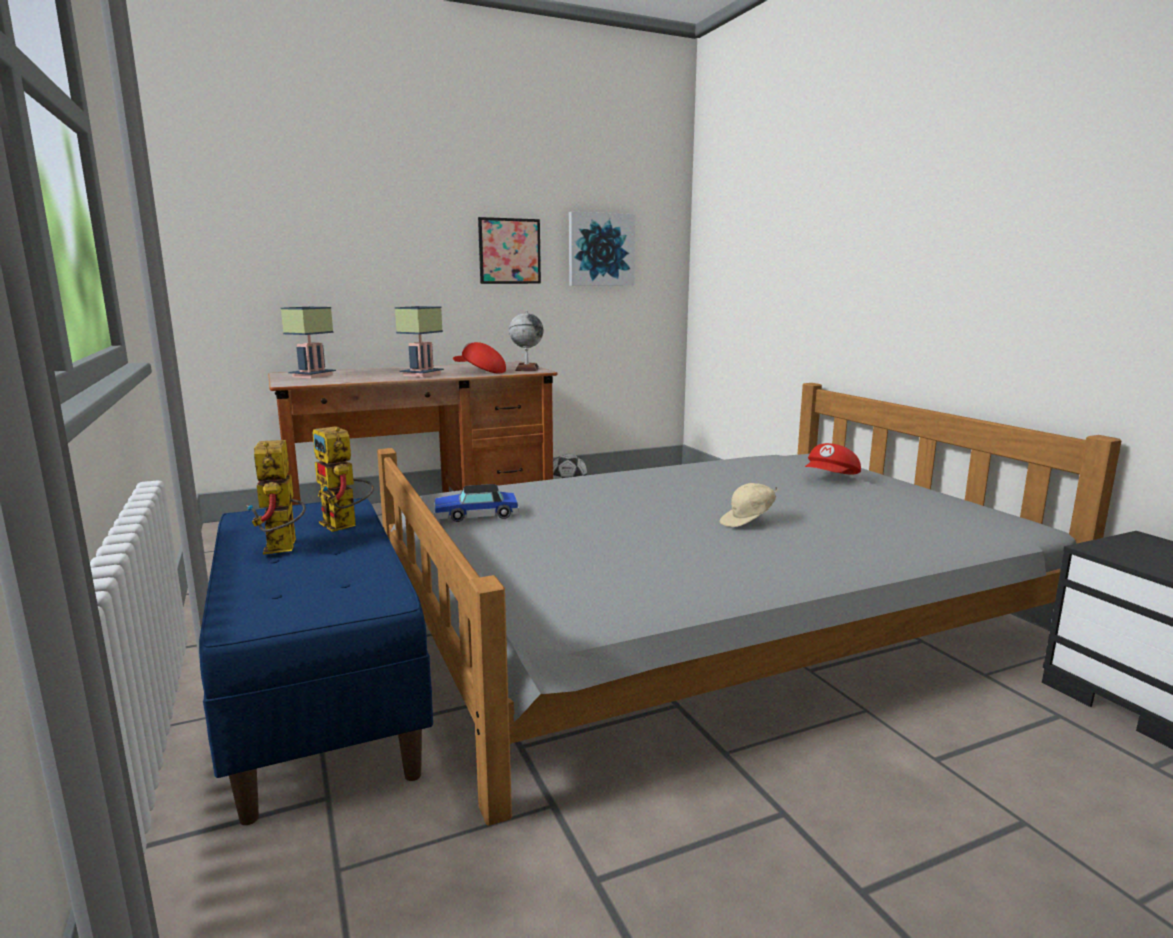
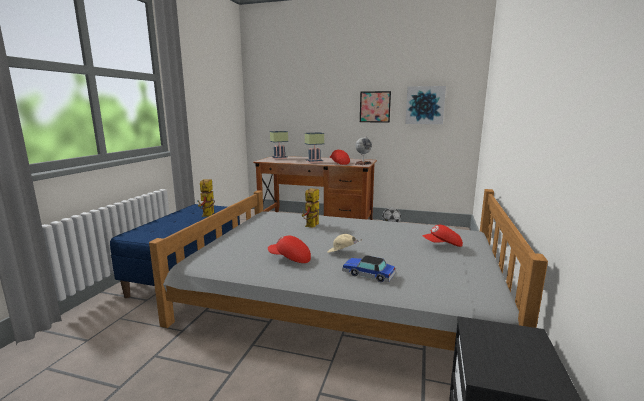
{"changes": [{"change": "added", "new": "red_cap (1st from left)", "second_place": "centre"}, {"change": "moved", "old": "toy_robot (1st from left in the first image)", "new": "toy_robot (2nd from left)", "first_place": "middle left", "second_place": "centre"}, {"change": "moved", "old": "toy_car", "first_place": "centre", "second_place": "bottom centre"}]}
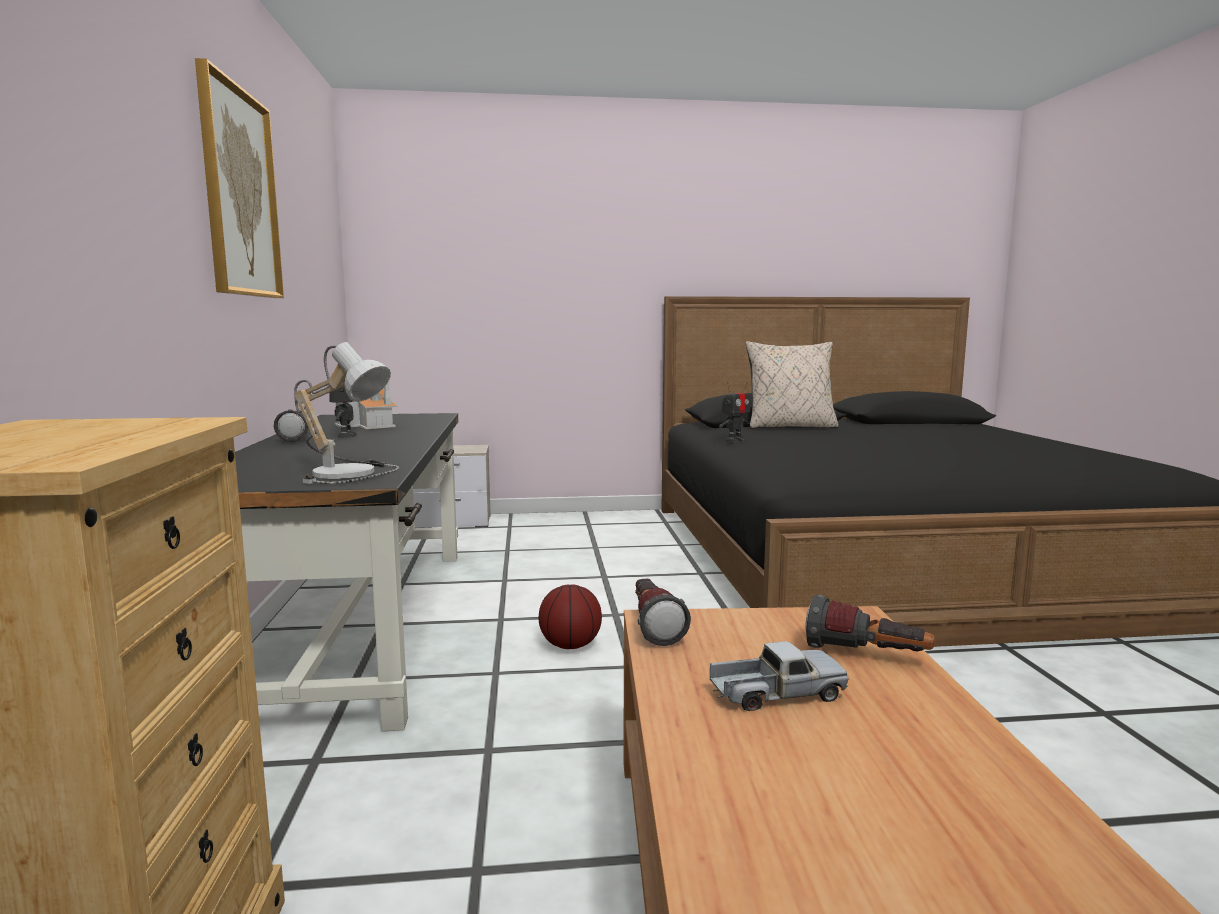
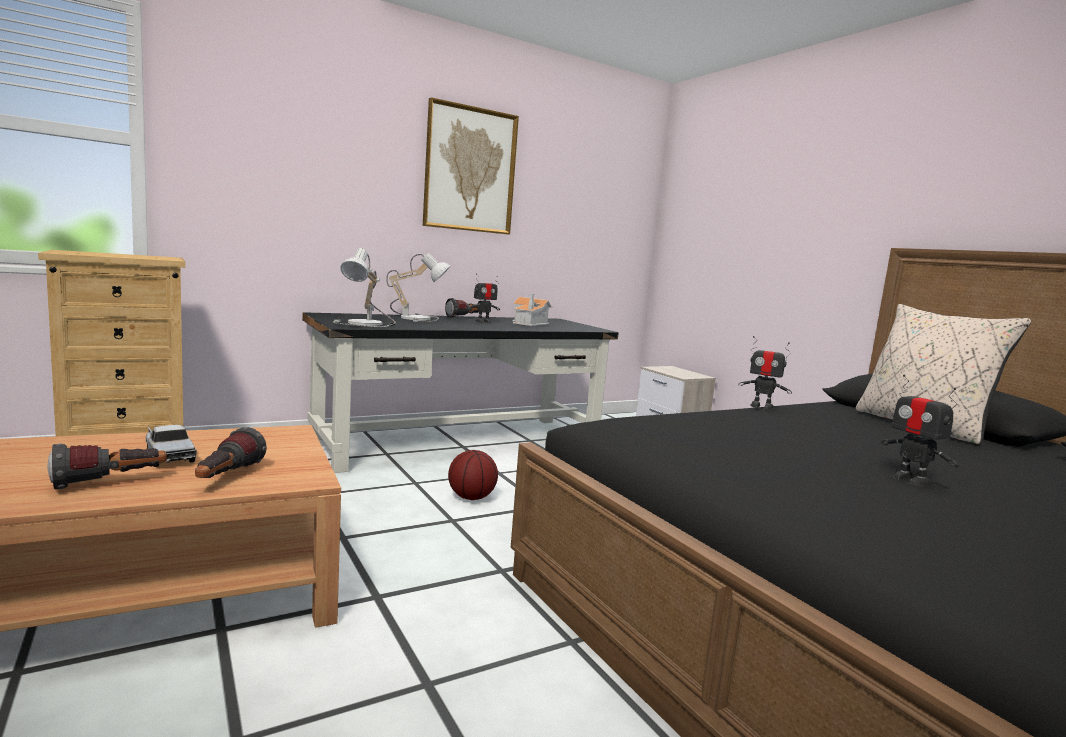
{"changes": [{"change": "added", "new": "table_lamp (2nd from left)", "second_place": "centre"}, {"change": "added", "new": "toy_robot (3rd from left)", "second_place": "middle right"}, {"change": "moved", "old": "flashlight (2nd from left in the first image)", "new": "flashlight (1st from left)", "first_place": "bottom centre", "second_place": "middle left"}]}
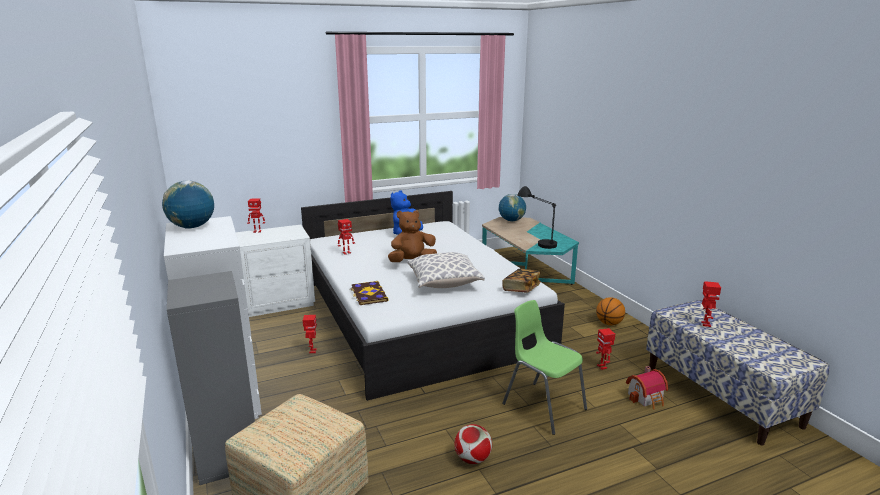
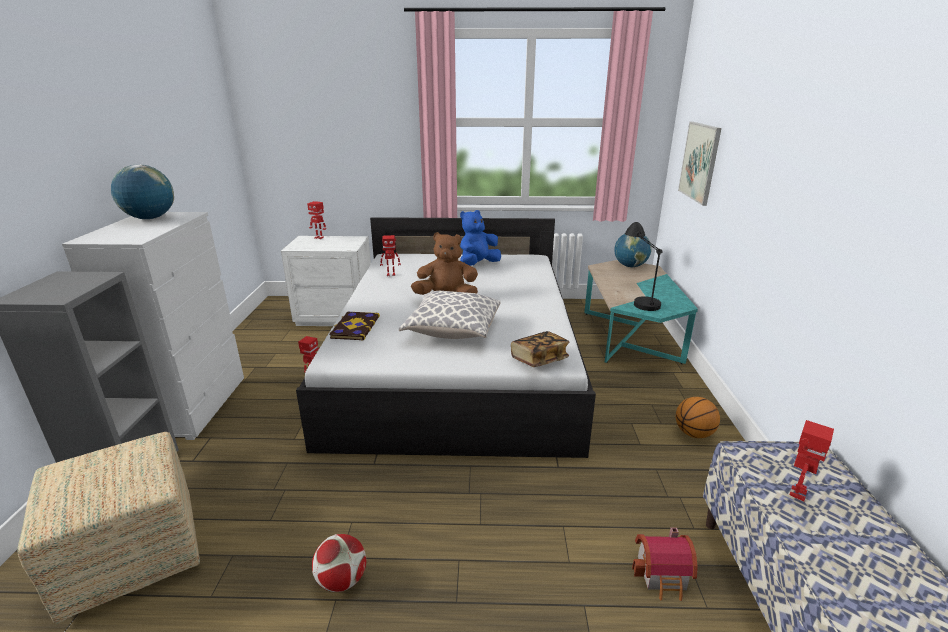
{"changes": [{"change": "removed", "old": "green_chair", "first_place": "bottom centre"}, {"change": "removed", "old": "toy_robot (4th from left)", "first_place": "bottom right"}, {"change": "added", "new": "picture", "second_place": "top right"}]}
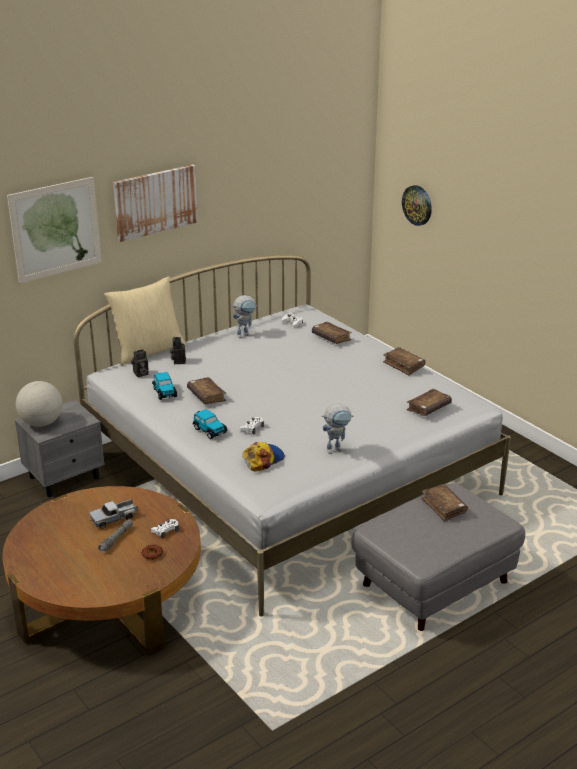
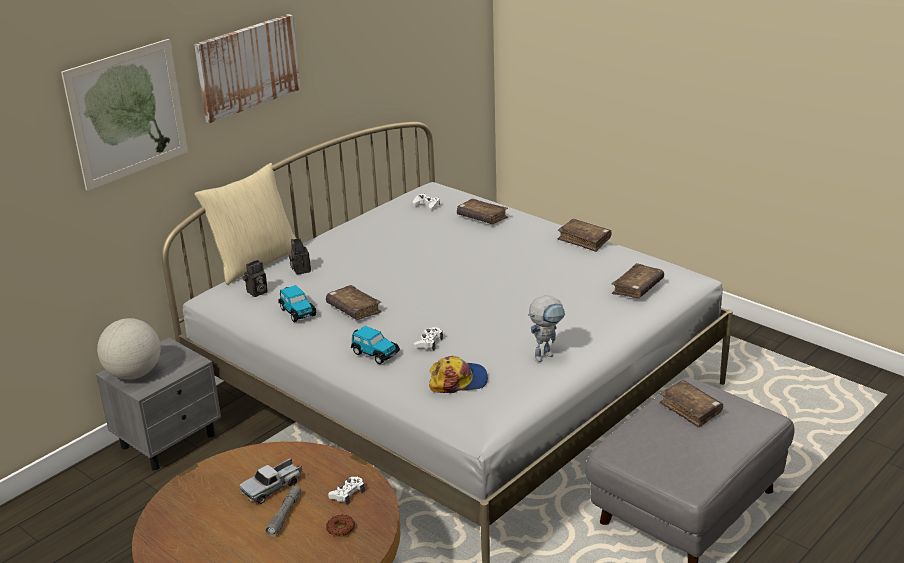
{"changes": [{"change": "removed", "old": "toy_robot (1st from left)", "first_place": "centre"}, {"change": "removed", "old": "wall_clock", "first_place": "top right"}, {"change": "turned", "old": "cap", "first_place": "centre", "second_place": "centre", "degrees": 45}]}
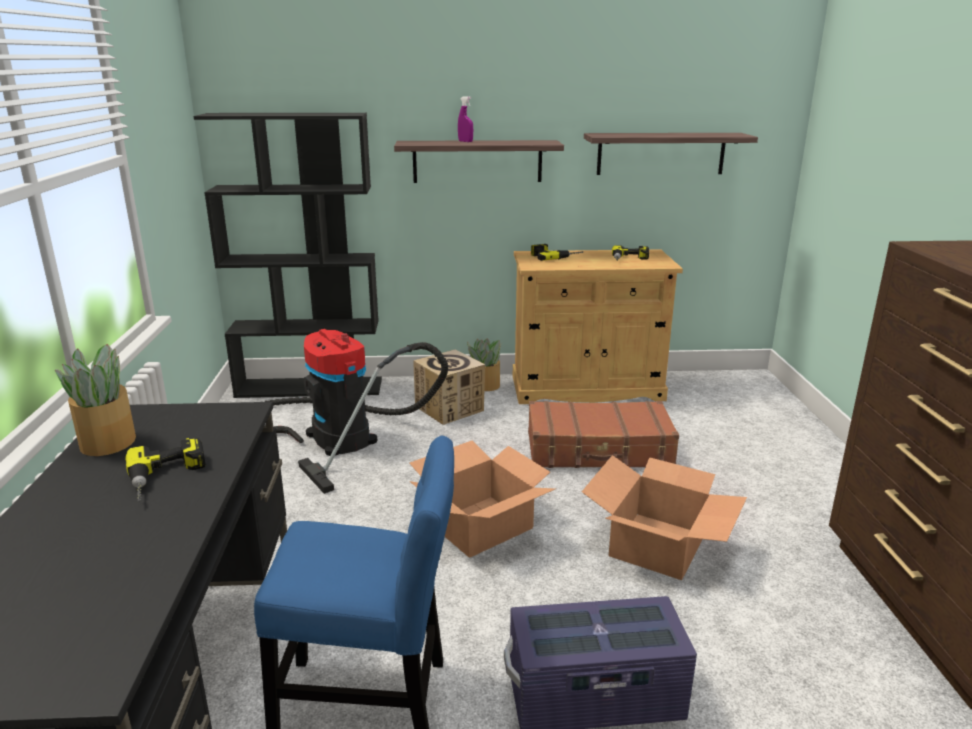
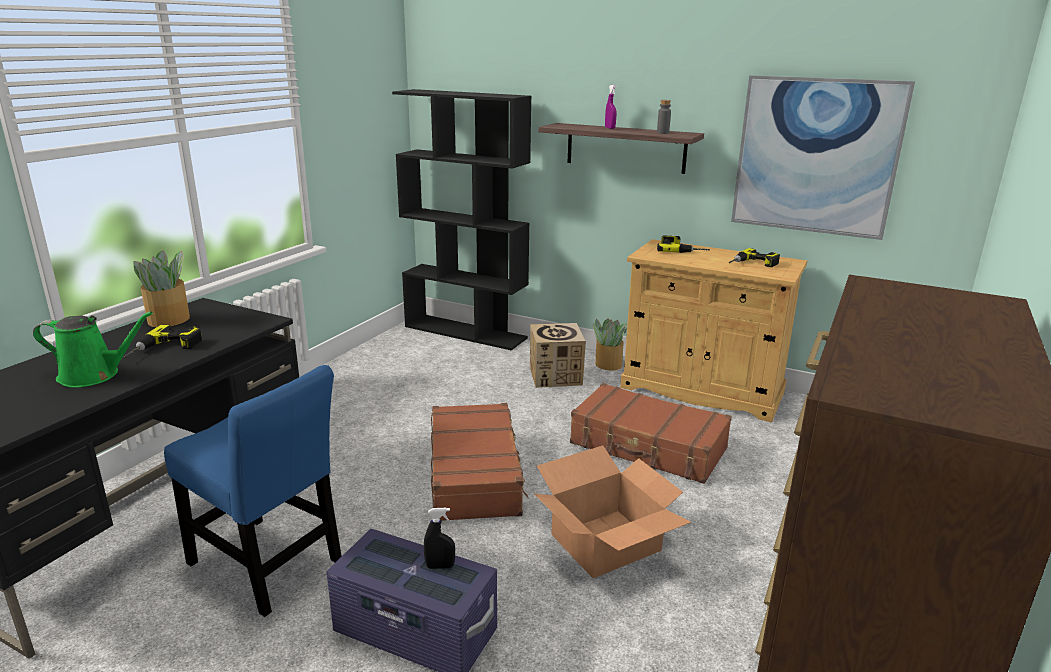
{"changes": [{"change": "removed", "old": "vacuum_cleaner", "first_place": "centre"}, {"change": "added", "new": "green_watering_can", "second_place": "middle left"}, {"change": "added", "new": "black_spray_bottle", "second_place": "bottom centre"}, {"change": "added", "new": "grey_bottle", "second_place": "top centre"}, {"change": "replaced", "old": "cardboard_box (2nd from left)", "new": "brown_suitcase (1st from left)", "first_place": "bottom centre", "second_place": "bottom centre"}, {"change": "replaced", "old": "shelf (2nd from left)", "new": "picture", "first_place": "top right", "second_place": "top right"}]}
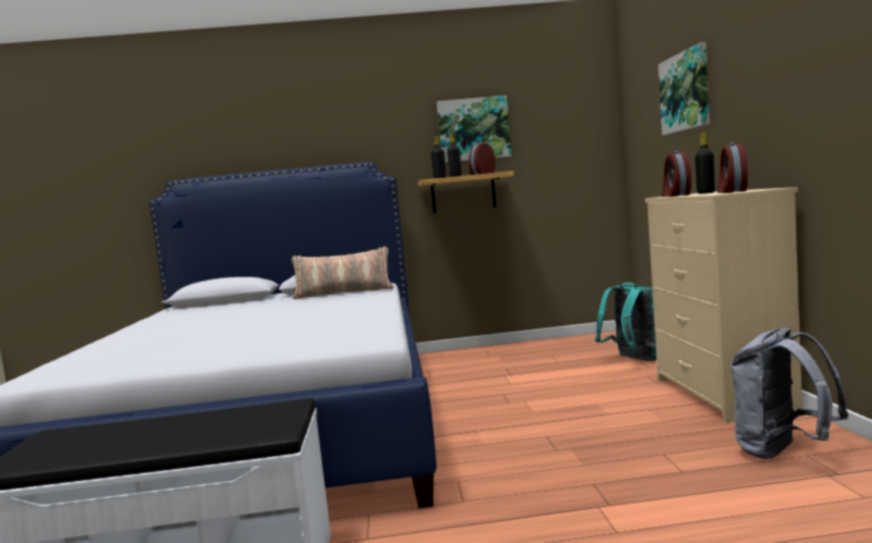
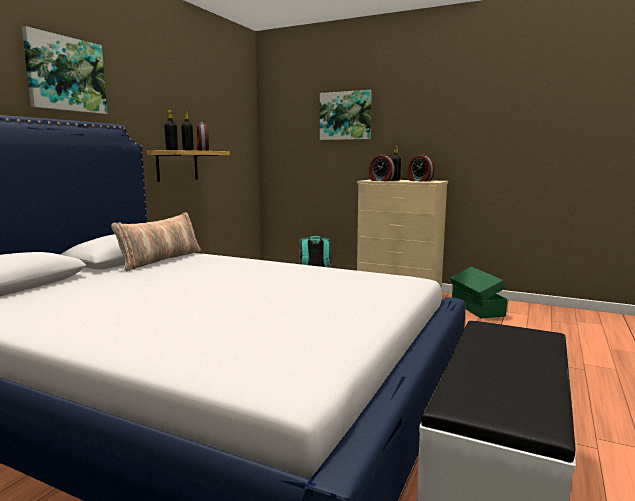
{"changes": [{"change": "moved", "old": "picture (1st from left)", "first_place": "top centre", "second_place": "top left"}, {"change": "replaced", "old": "grey_backpack", "new": "green_storage_box", "first_place": "bottom right", "second_place": "middle right"}]}
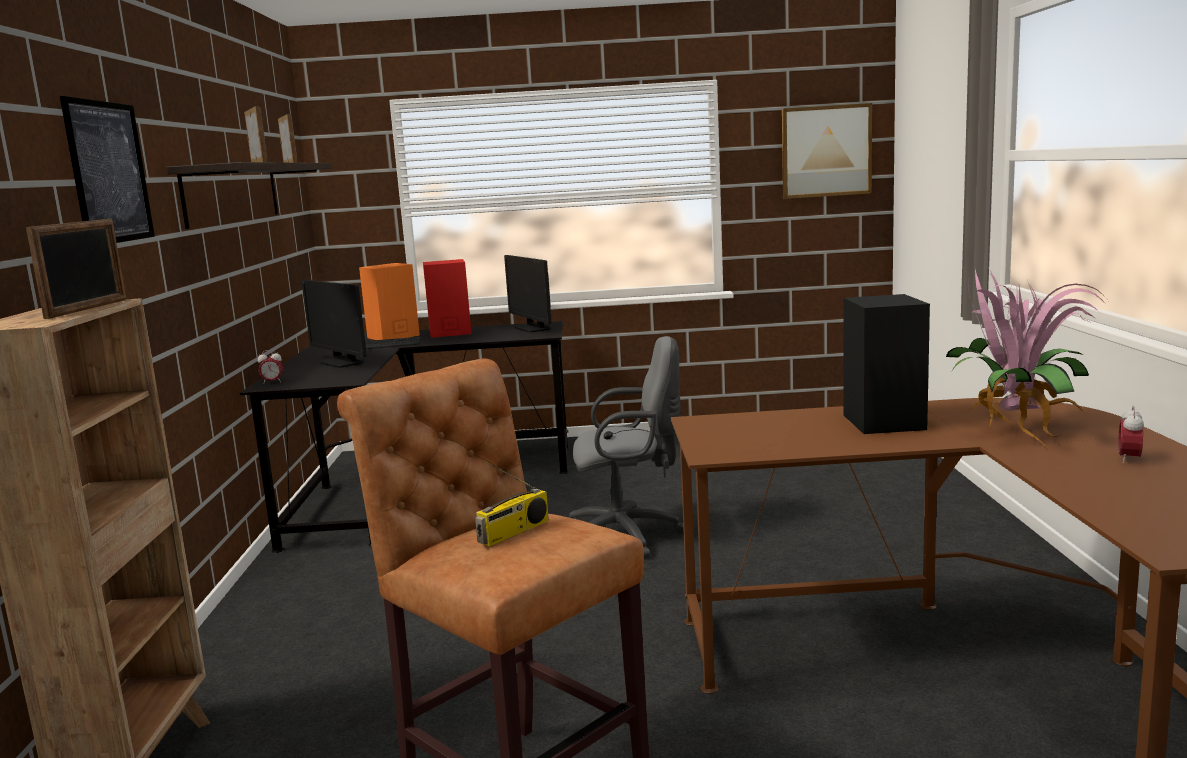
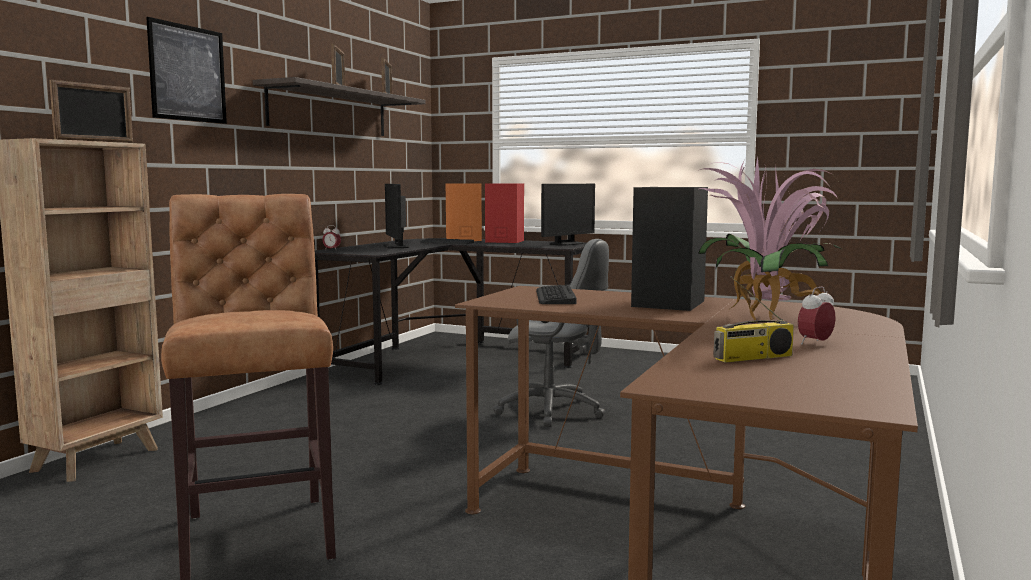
{"changes": [{"change": "removed", "old": "picture (2nd from left)", "first_place": "top right"}, {"change": "added", "new": "keyboard (2nd from left)", "second_place": "centre"}, {"change": "moved", "old": "radio", "first_place": "centre", "second_place": "middle right"}, {"change": "turned", "old": "monitor (2nd from left)", "first_place": "centre", "second_place": "centre", "degrees": -135}]}
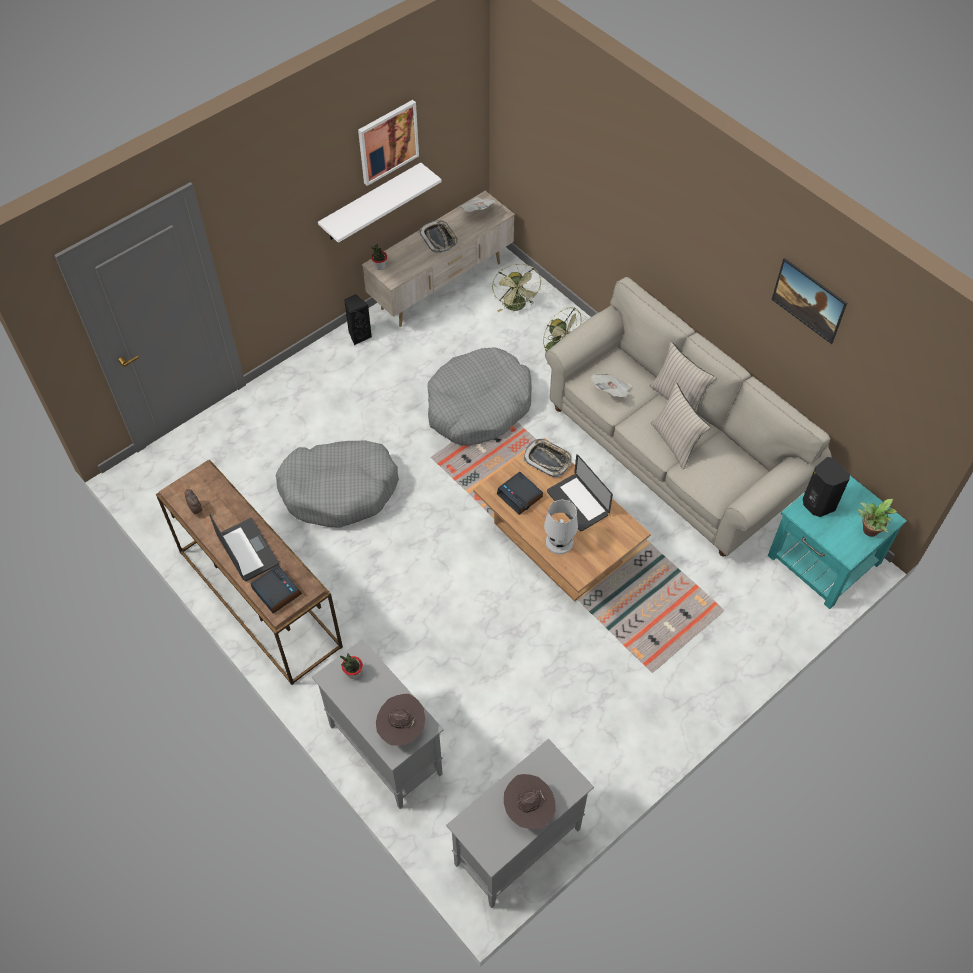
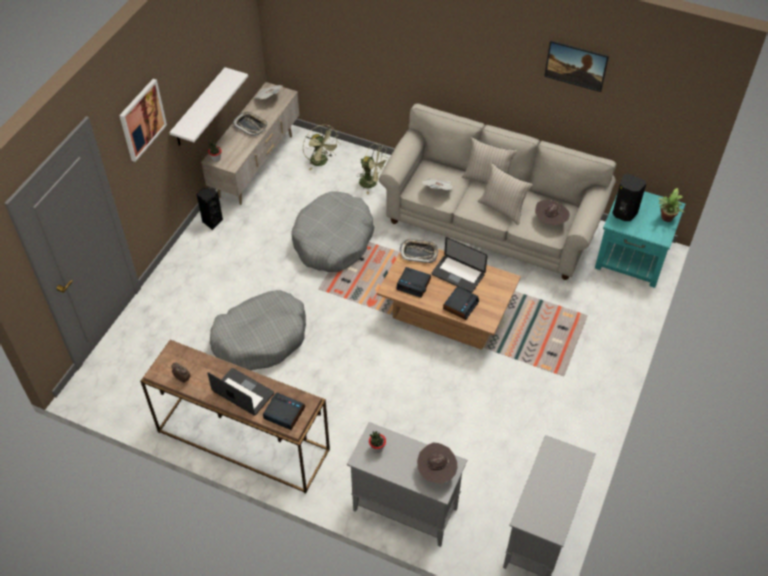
{"changes": [{"change": "moved", "old": "picture (1st from left)", "first_place": "top centre", "second_place": "top left"}, {"change": "moved", "old": "brown_hat (2nd from left)", "first_place": "bottom centre", "second_place": "middle right"}, {"change": "replaced", "old": "white_table_lamp", "new": "alarm_clock (4th from left)", "first_place": "centre", "second_place": "centre"}]}
